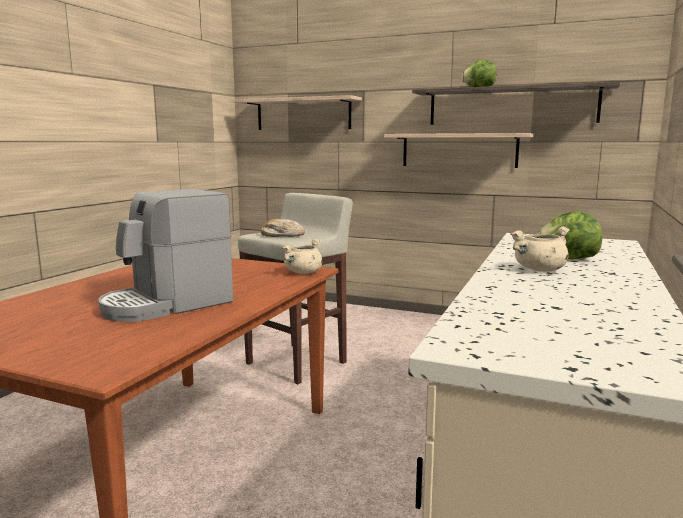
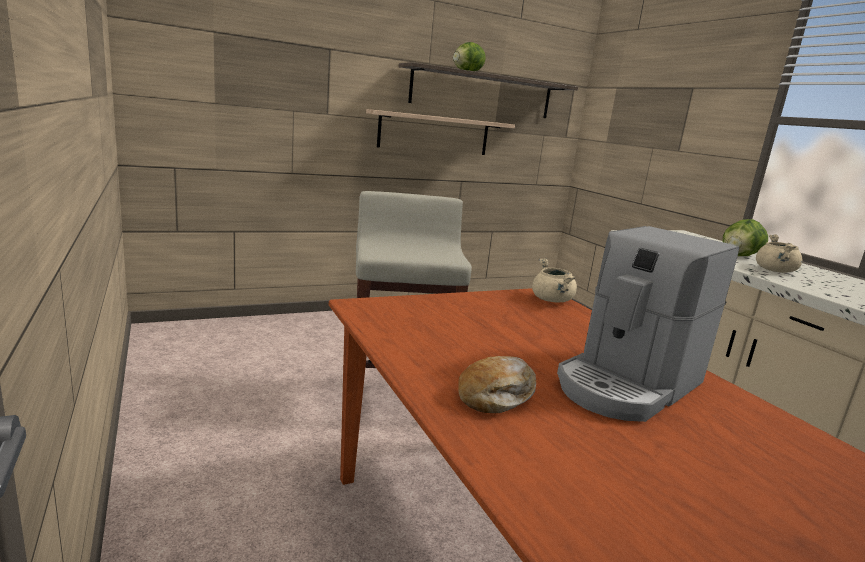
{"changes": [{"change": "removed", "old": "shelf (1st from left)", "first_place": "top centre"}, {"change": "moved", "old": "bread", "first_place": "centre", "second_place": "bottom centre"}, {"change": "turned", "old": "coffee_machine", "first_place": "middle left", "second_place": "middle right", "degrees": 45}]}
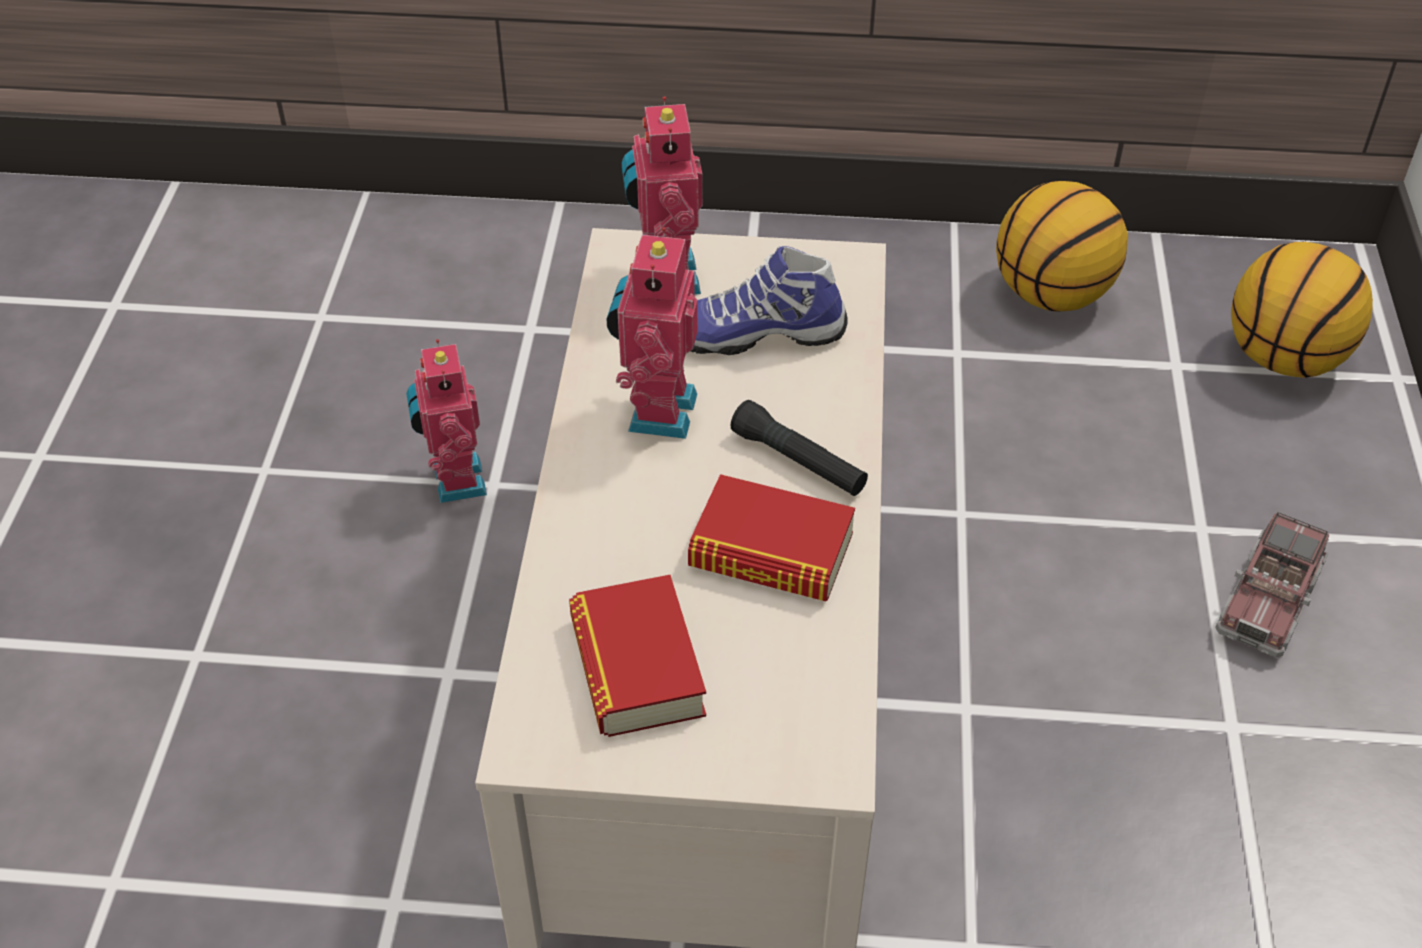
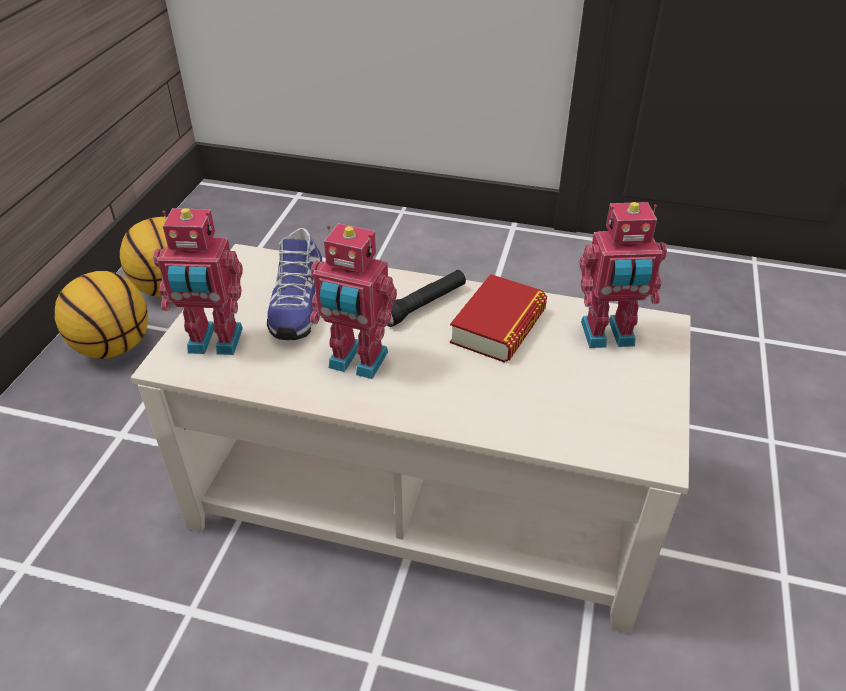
{"changes": [{"change": "removed", "old": "book (1st from left)", "first_place": "bottom centre"}, {"change": "removed", "old": "toy_truck", "first_place": "middle right"}, {"change": "moved", "old": "toy_robot (1st from left in the first image)", "new": "toy_robot (3rd from left)", "first_place": "middle left", "second_place": "middle right"}, {"change": "moved", "old": "basketball (2nd from left in the first image)", "new": "basketball (1st from left)", "first_place": "top right", "second_place": "middle left"}]}
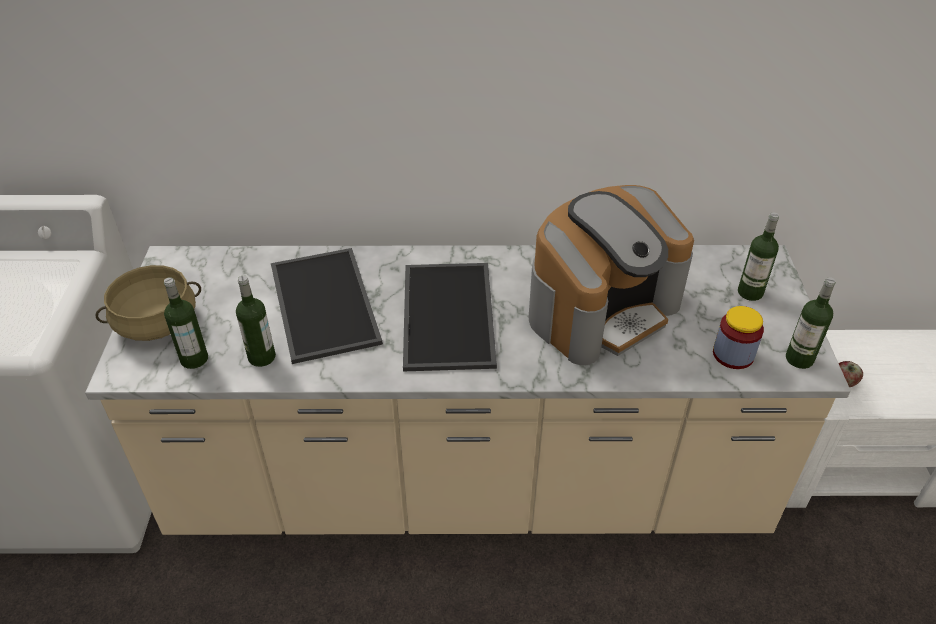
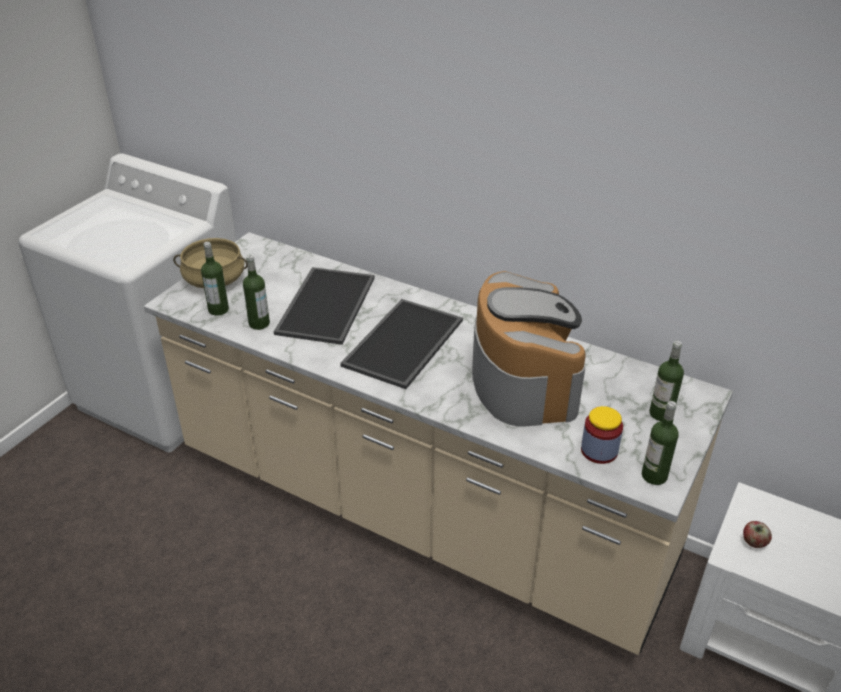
{"changes": [{"change": "turned", "old": "coffee_machine", "first_place": "centre", "second_place": "centre", "degrees": -90}]}
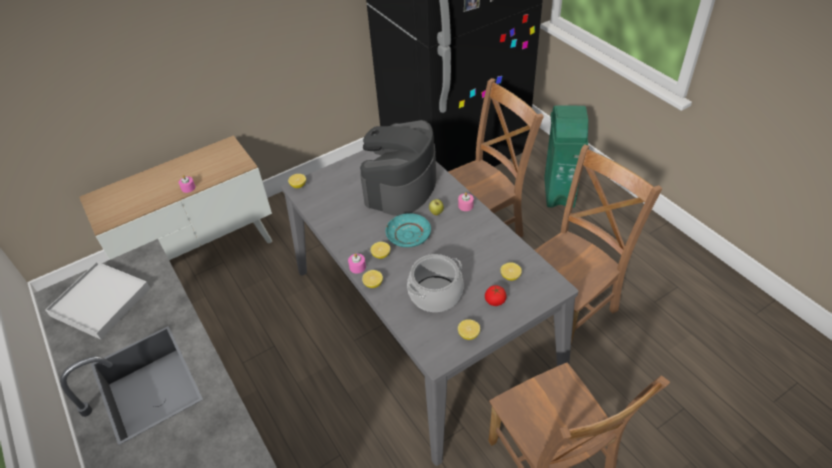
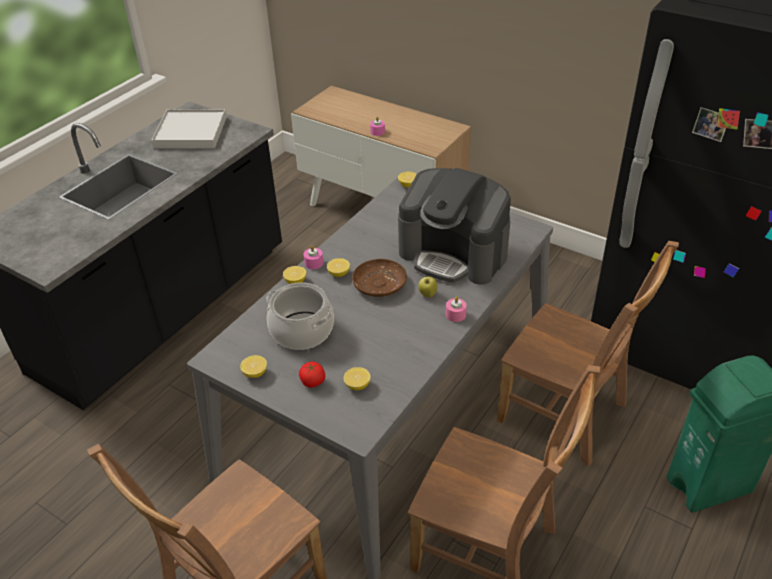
{"changes": [{"change": "recoloured", "old": "turquoise_plate", "new": "brown_plate", "first_place": "centre", "second_place": "centre"}, {"change": "turned", "old": "coffee_machine", "first_place": "centre", "second_place": "centre", "degrees": -150}]}
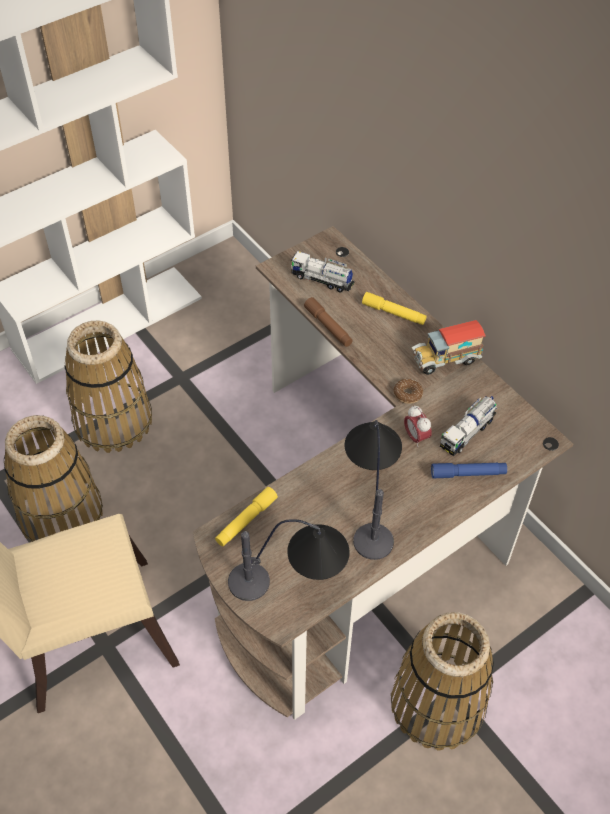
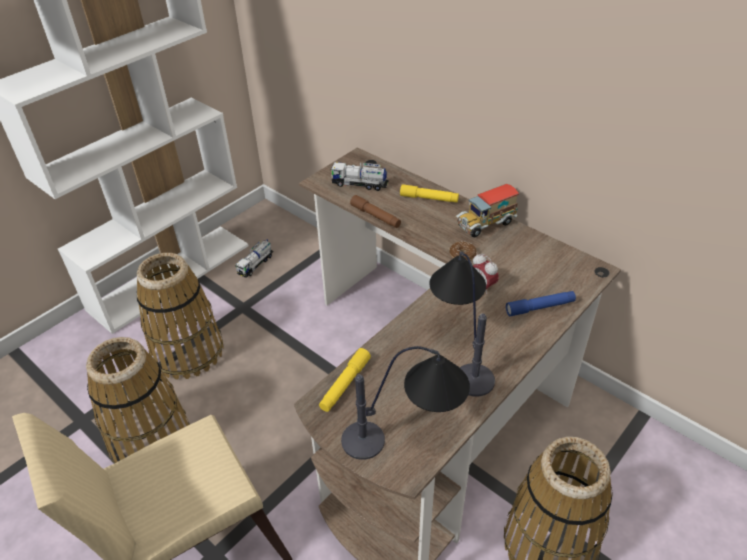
{"changes": [{"change": "moved", "old": "toy_truck (3rd from left in the first image)", "new": "toy_truck (1st from left)", "first_place": "middle right", "second_place": "centre"}]}
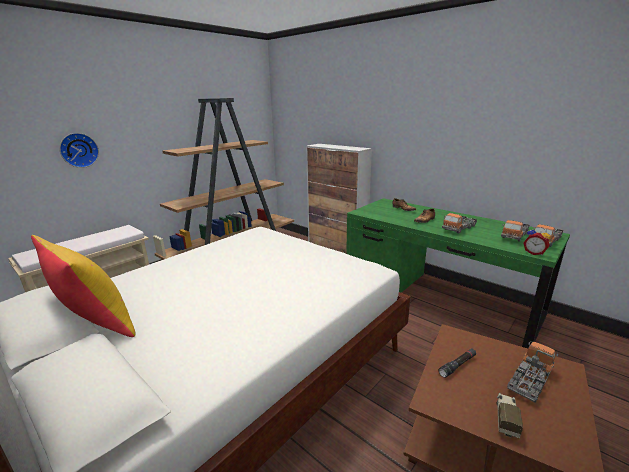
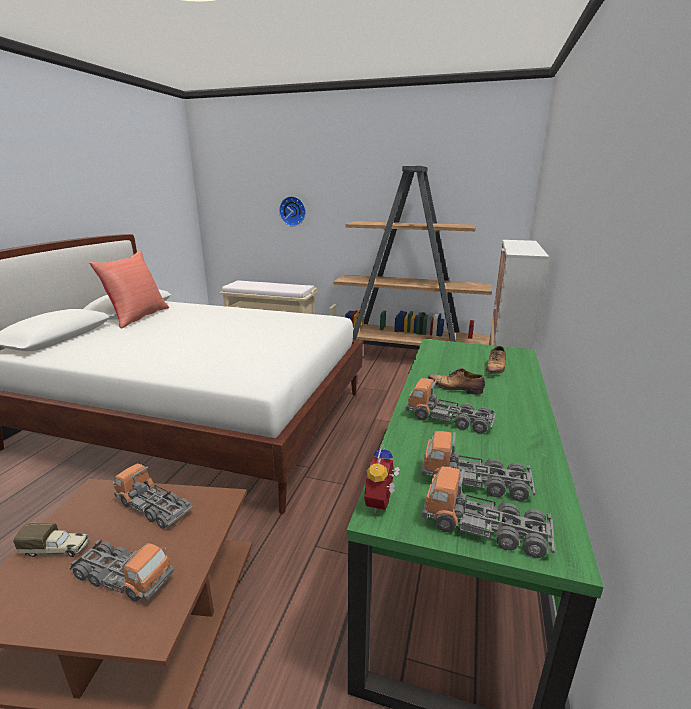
{"changes": [{"change": "replaced", "old": "black_flashlight", "new": "toy_truck (3rd from left)", "first_place": "bottom right", "second_place": "bottom left"}, {"change": "recoloured", "old": "yellow_pillow", "new": "red_pillow", "first_place": "middle left", "second_place": "middle left"}]}
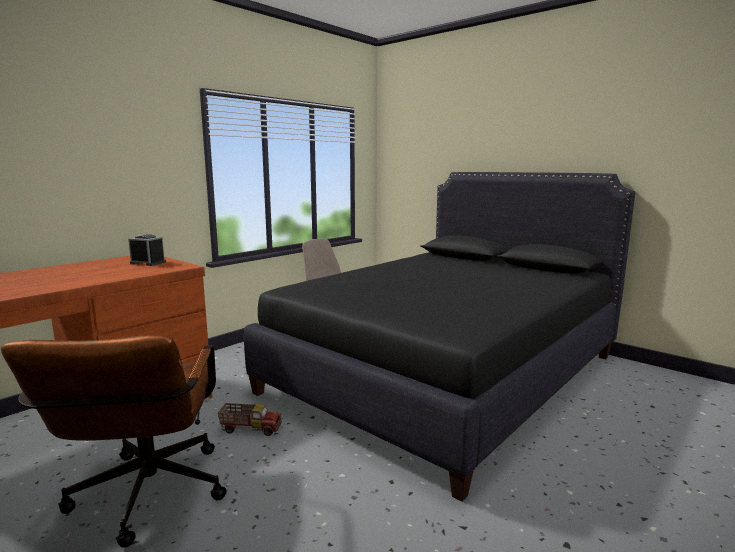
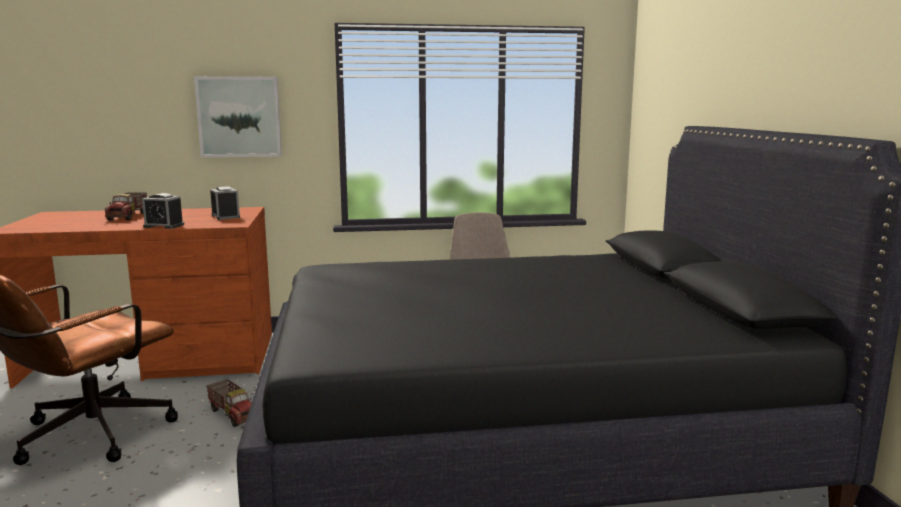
{"changes": [{"change": "added", "new": "toy_truck (1st from left)", "second_place": "middle left"}, {"change": "added", "new": "alarm_clock (1st from left)", "second_place": "middle left"}, {"change": "added", "new": "picture", "second_place": "top left"}]}
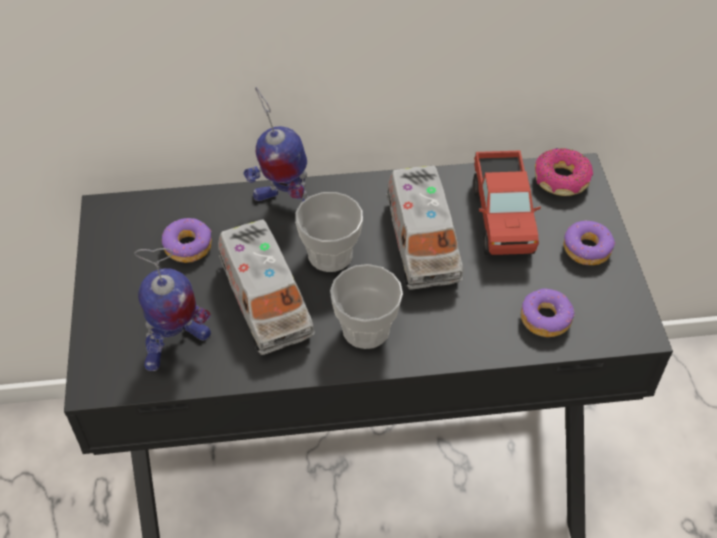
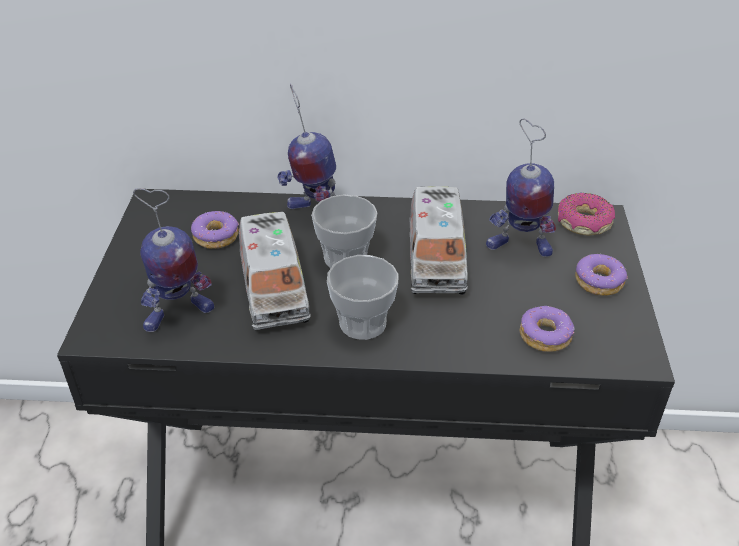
{"changes": [{"change": "replaced", "old": "toy_truck (3rd from left)", "new": "toy_robot (3rd from left)", "first_place": "middle right", "second_place": "middle right"}]}
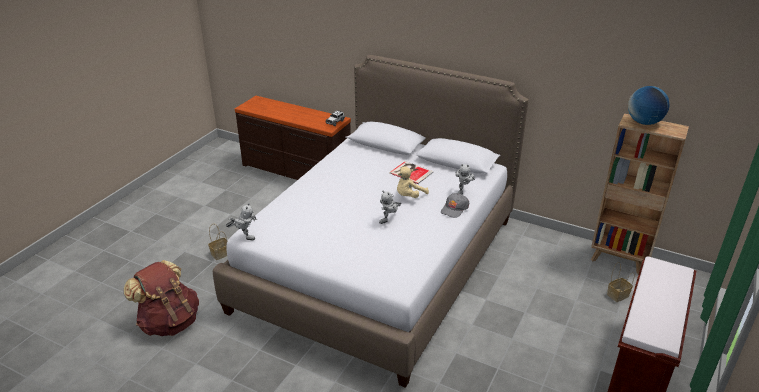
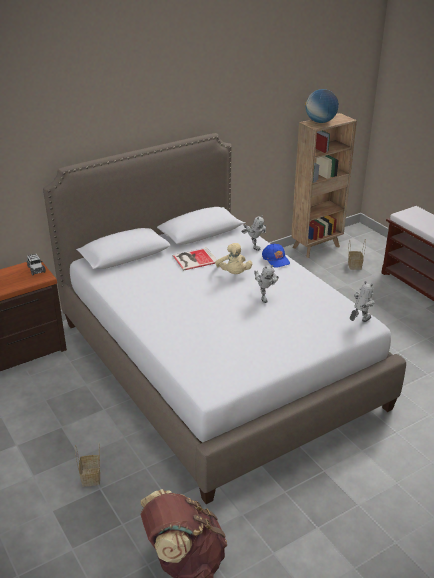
{"changes": [{"change": "moved", "old": "toy_robot (1st from left in the first image)", "new": "toy_robot (3rd from left)", "first_place": "middle left", "second_place": "middle right"}, {"change": "recoloured", "old": "grey_cap", "new": "blue_cap", "first_place": "centre", "second_place": "centre"}]}
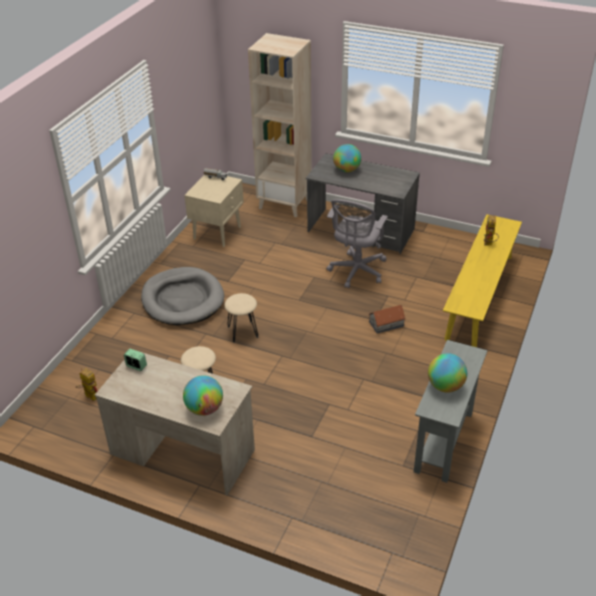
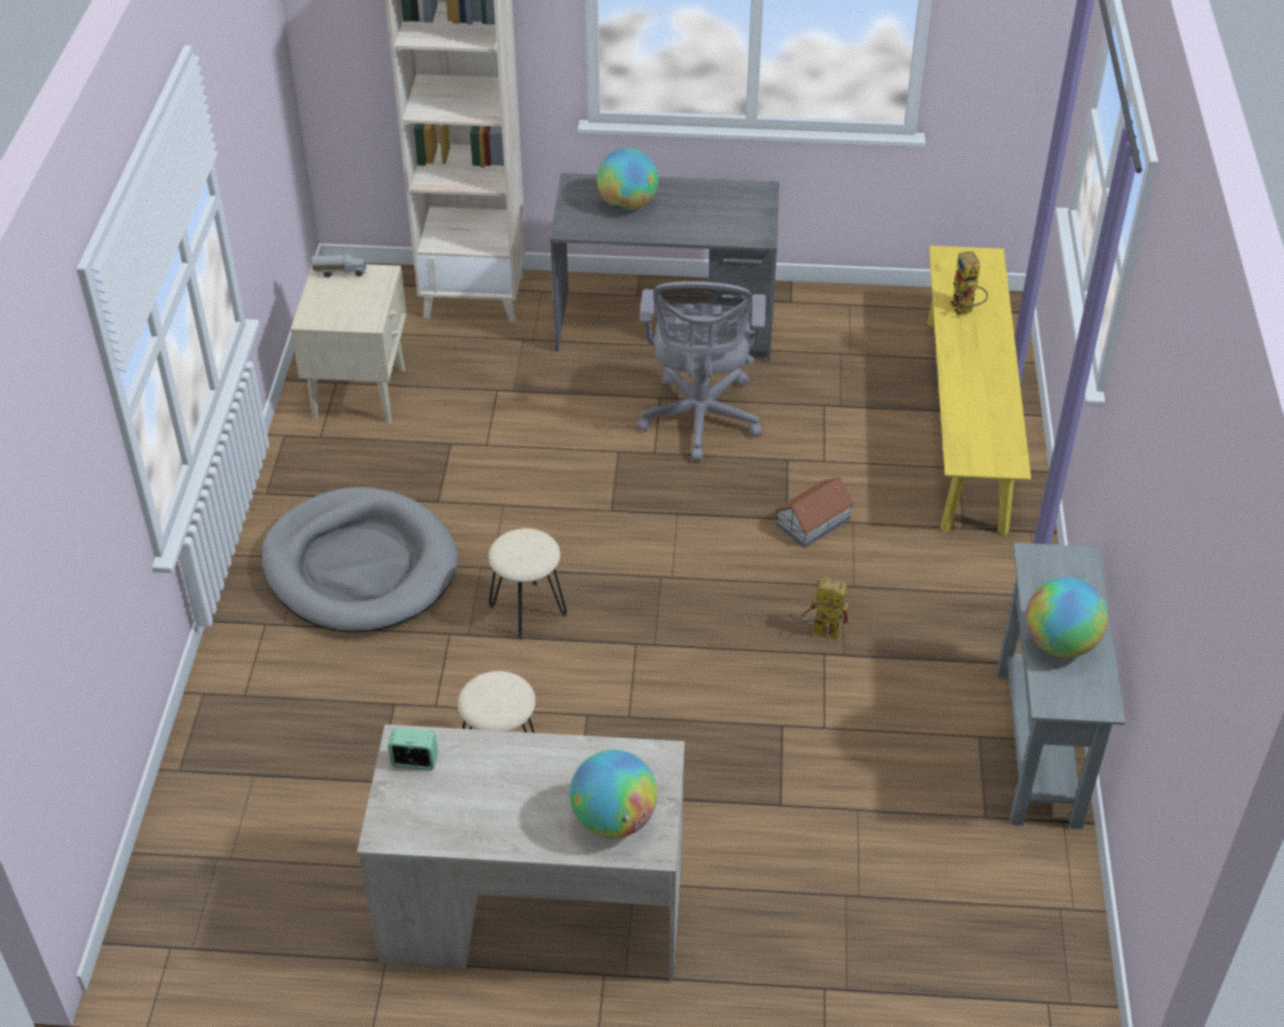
{"changes": [{"change": "moved", "old": "toy_robot (1st from left)", "first_place": "middle left", "second_place": "centre"}]}
